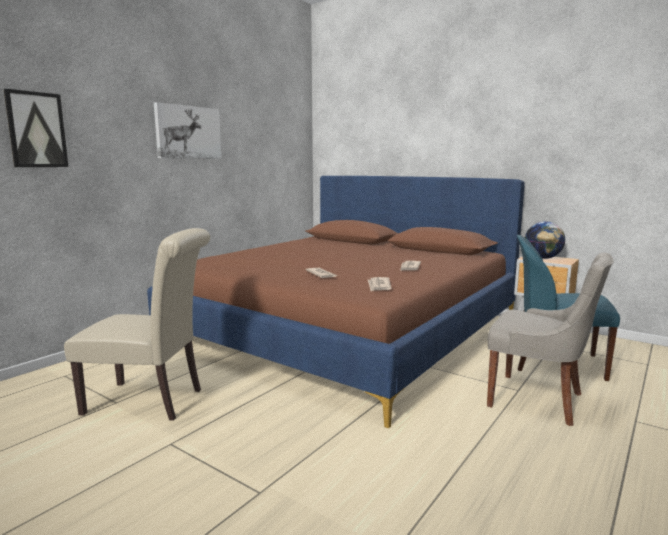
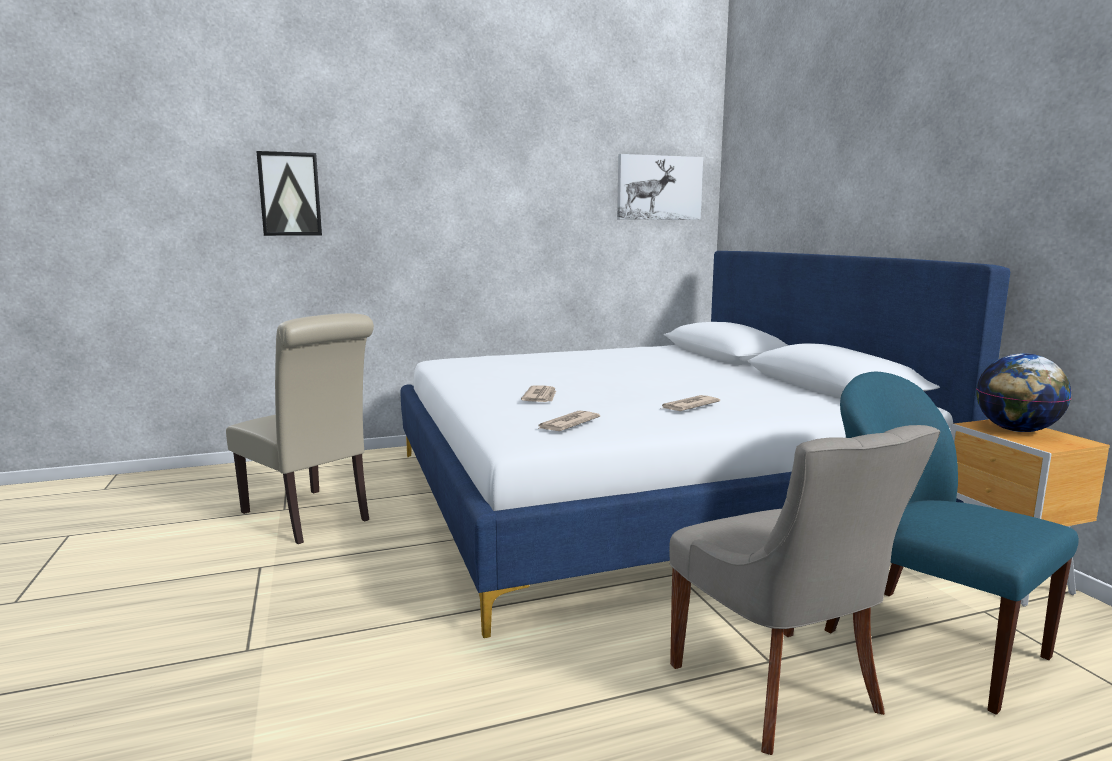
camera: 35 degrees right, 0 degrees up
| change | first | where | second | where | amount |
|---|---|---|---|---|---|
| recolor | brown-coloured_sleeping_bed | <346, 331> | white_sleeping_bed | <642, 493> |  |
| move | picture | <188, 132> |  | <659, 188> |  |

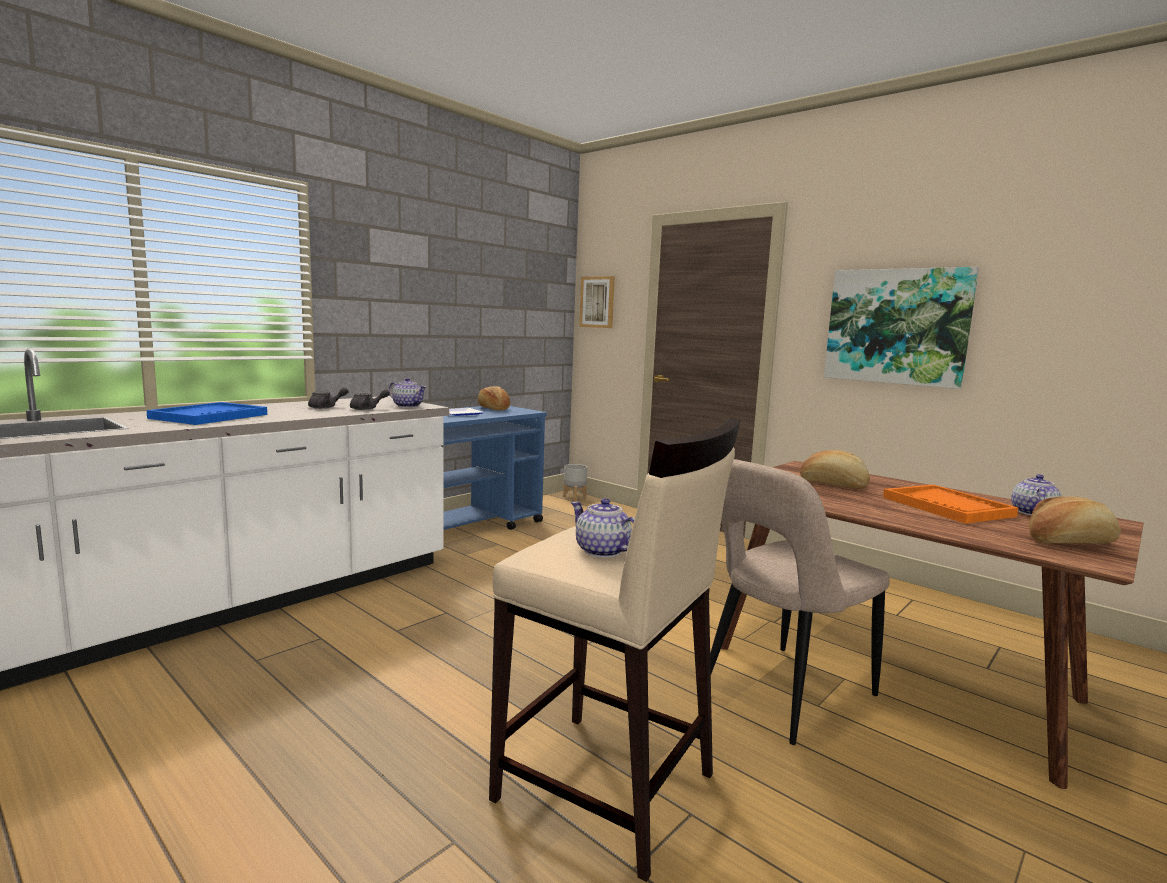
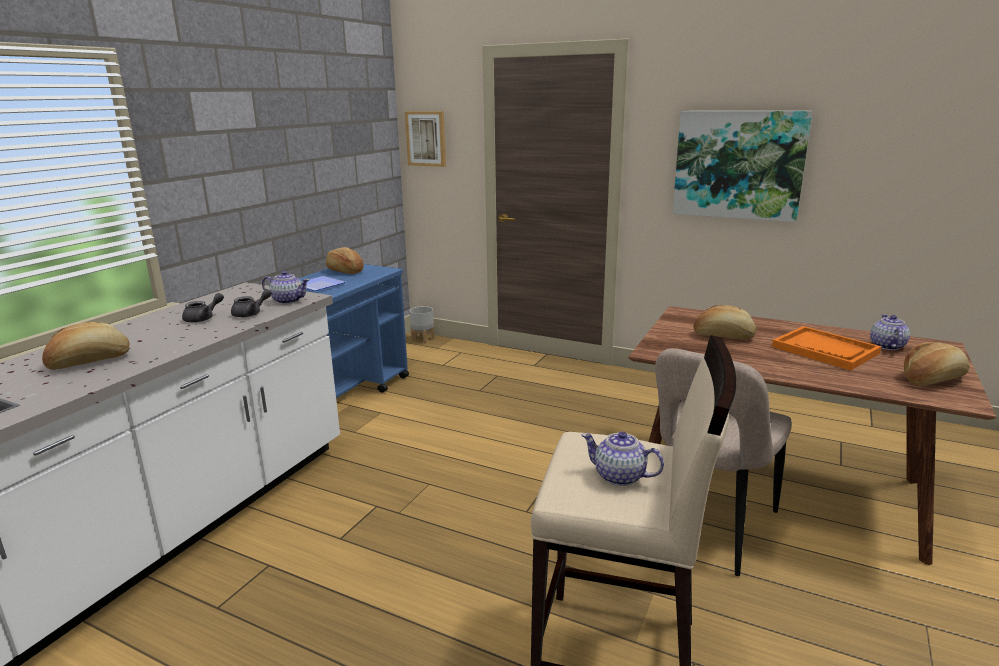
camera: 15 degrees left, 10 degrees up
| change | first | where | second | where | amount |
|---|---|---|---|---|---|
| replace | blue_tray | <209, 416> | bakery_bread | <90, 361> |  |

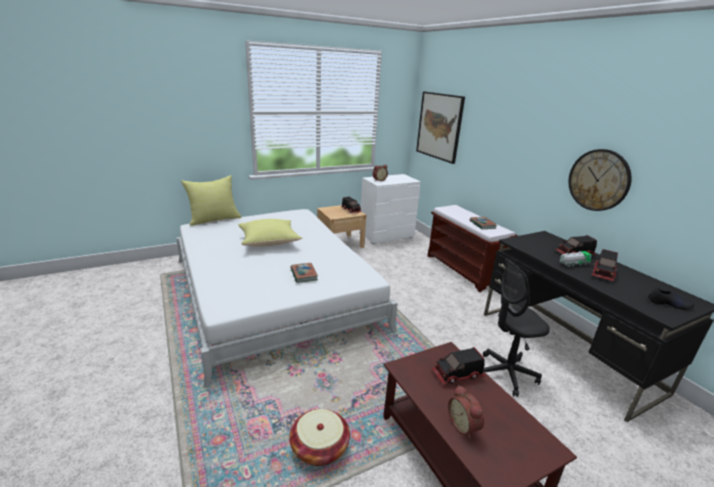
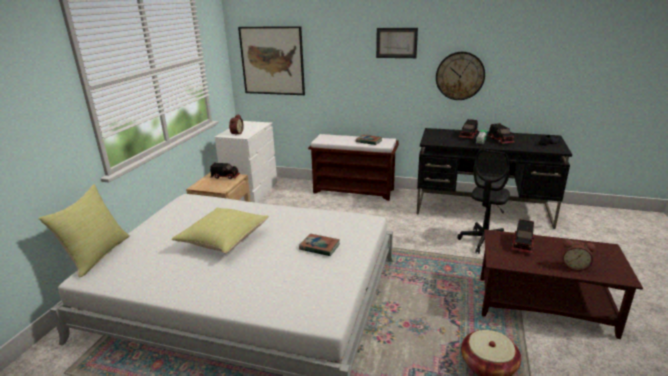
camera: 45 degrees left, 0 degrees up
| change | first | where | second | where | amount |
|---|---|---|---|---|---|
| insert |  |  | picture | <396, 43> |  |

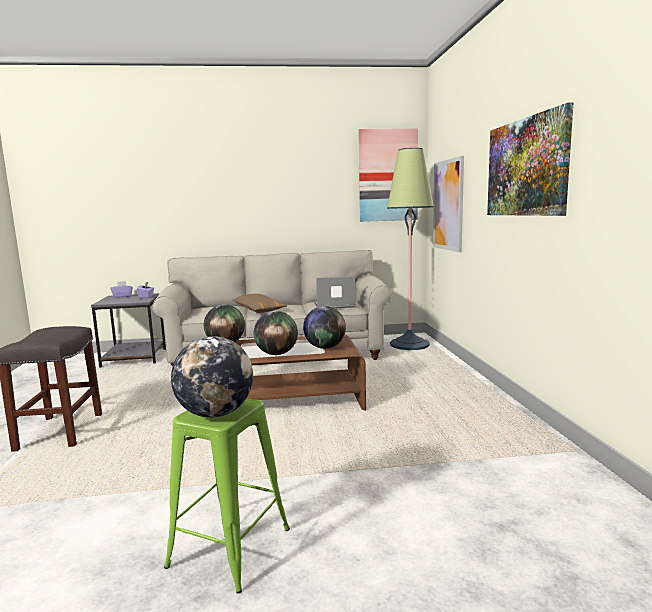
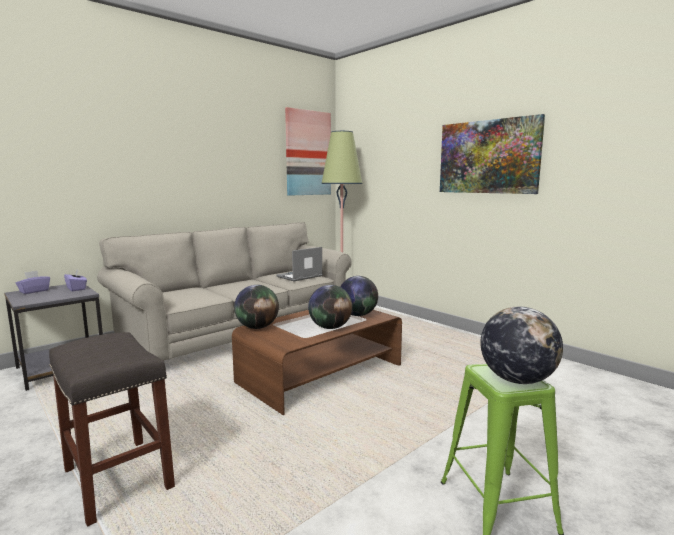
camera: 35 degrees left, 0 degrees up
| change | first | where | second | where | amount |
|---|---|---|---|---|---|
| delete | brown-coloured_cushion | <258, 310> |  |  |  |
| delete | picture | <448, 205> |  |  |  |

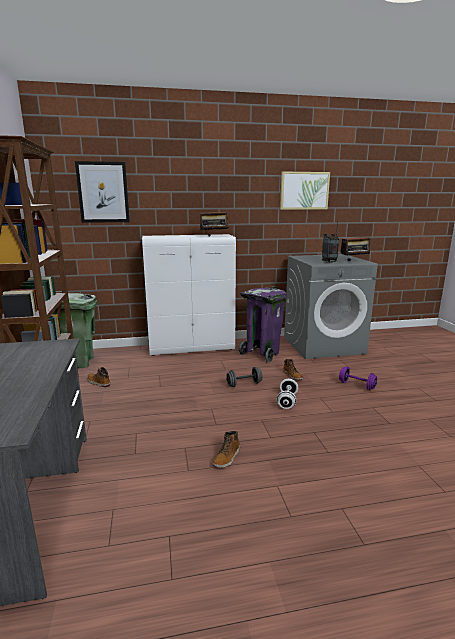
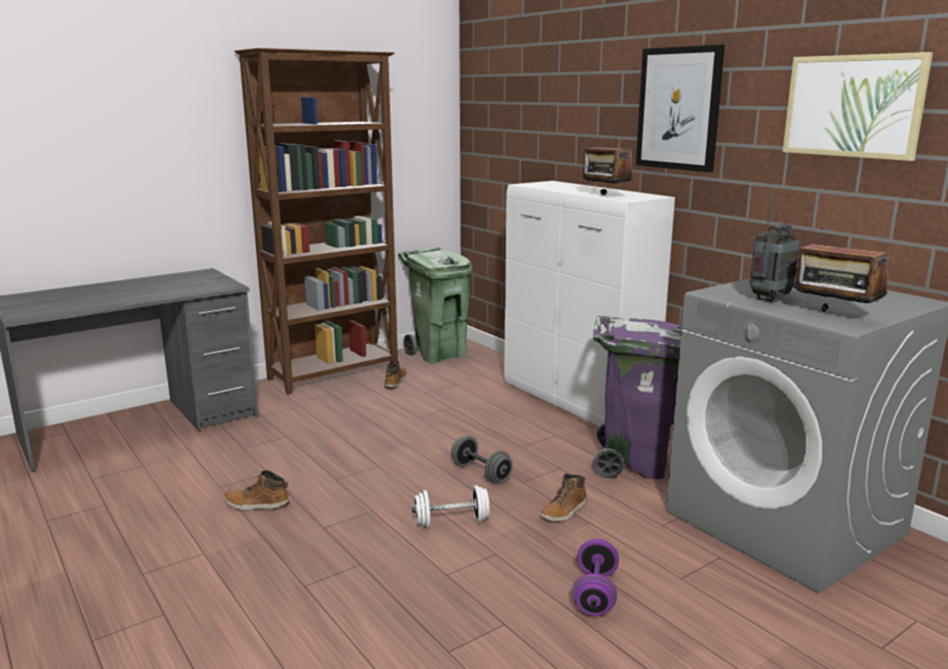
camera: 65 degrees right, 0 degrees up
| change | first | where | second | where | amount |
|---|---|---|---|---|---|
| move | picture | <103, 192> |  | <679, 109> |  |

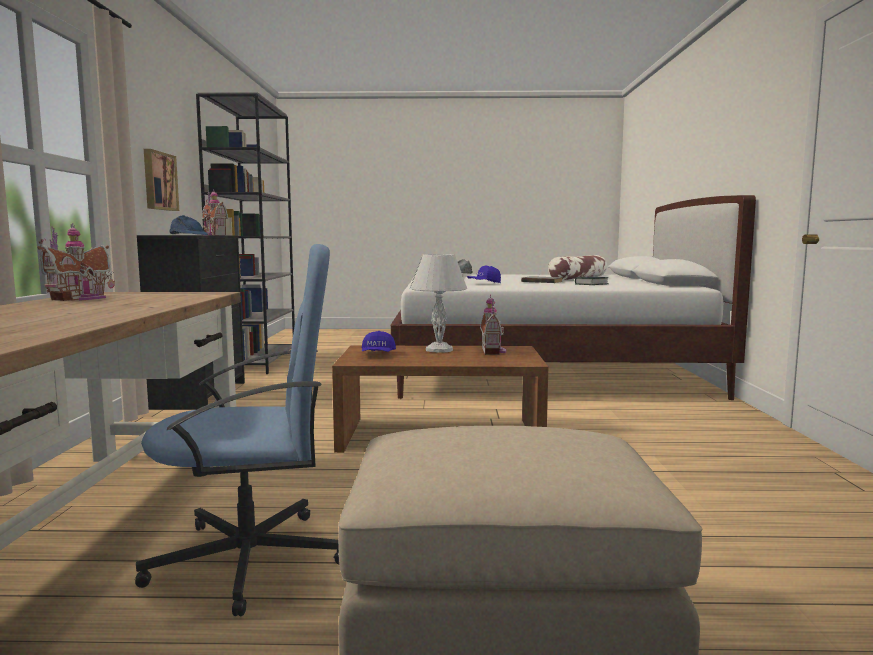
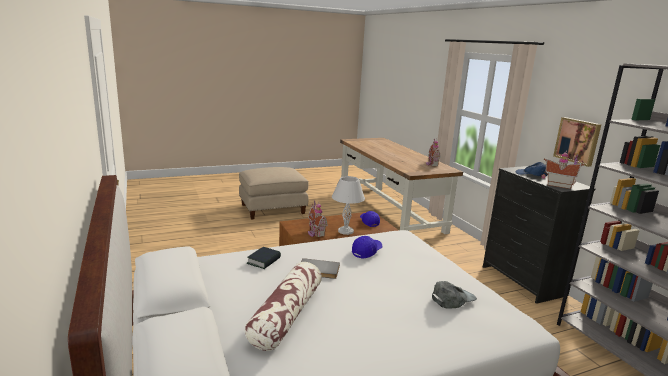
camera: 155 degrees right, 10 degrees up
| change | first | where | second | where | amount |
|---|---|---|---|---|---|
| delete | blue_desk_chair | <252, 559> |  |  |  |

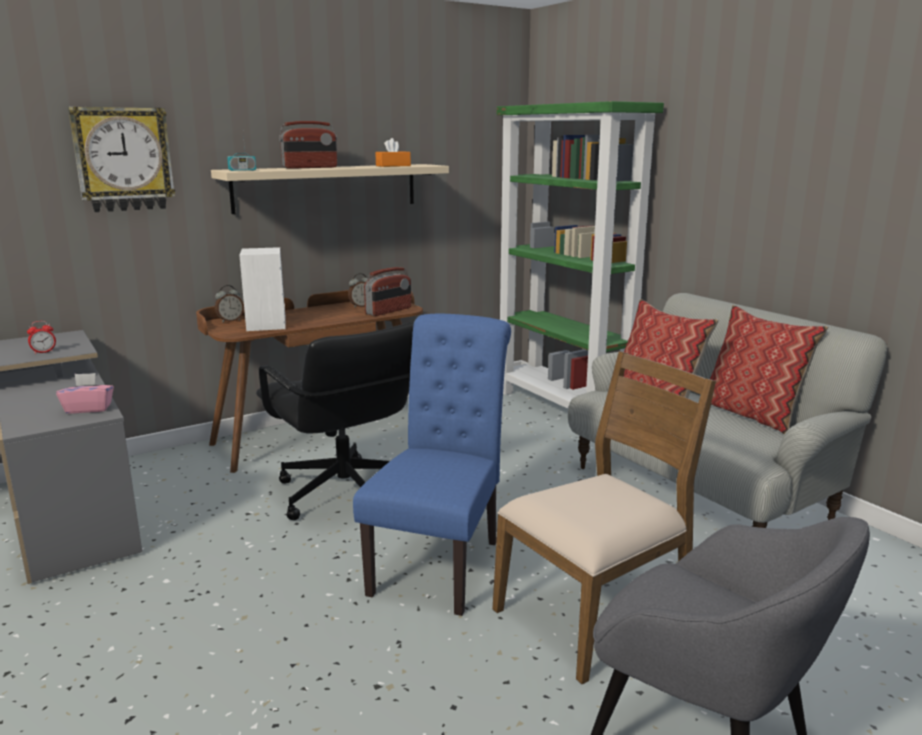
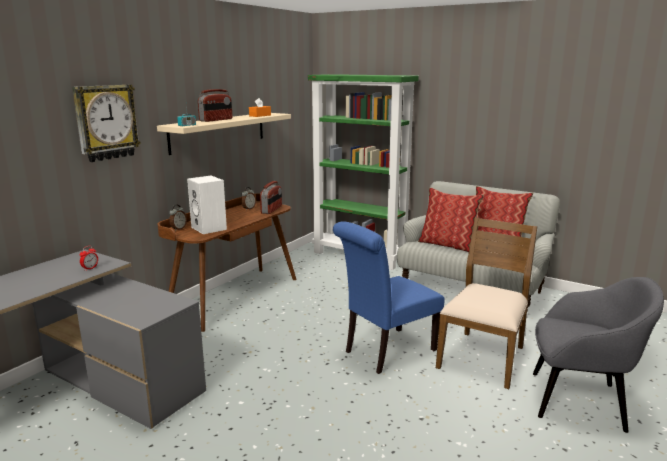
camera: 25 degrees left, 0 degrees up
| change | first | where | second | where | amount |
|---|---|---|---|---|---|
| rotate | blue_plain_chair | <440, 562> |  | <385, 352> | 120 degrees counterclockwise |
| delete | pink_tissue_box | <89, 409> |  |  |  |
| delete | black-coloured_desk_chair | <345, 494> |  |  |  |

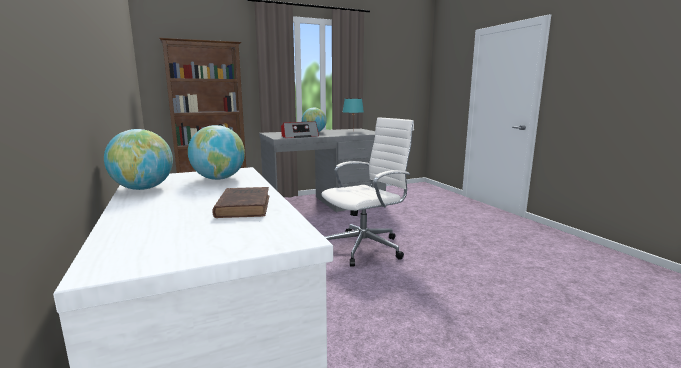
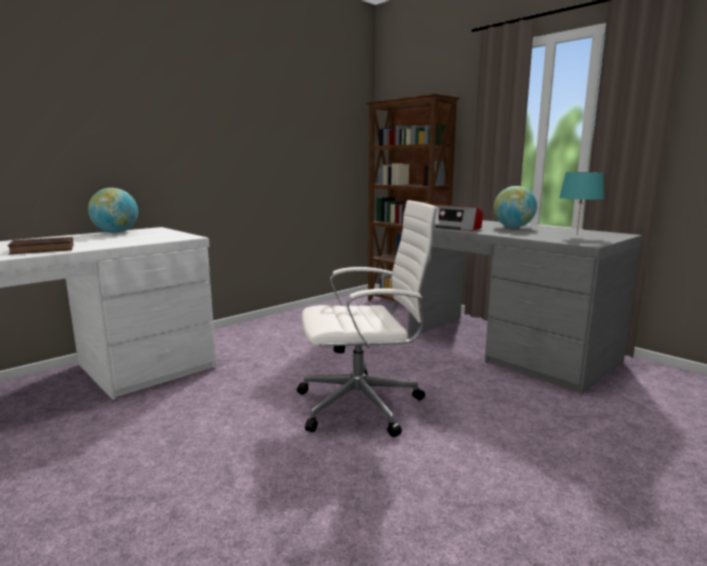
camera: 70 degrees right, 0 degrees up
| change | first | where | second | where | amount |
|---|---|---|---|---|---|
| rotate | white_desk_chair | <366, 247> |  | <363, 405> | 45 degrees counterclockwise |
| delete | world_globe | <218, 179> |  |  |  |

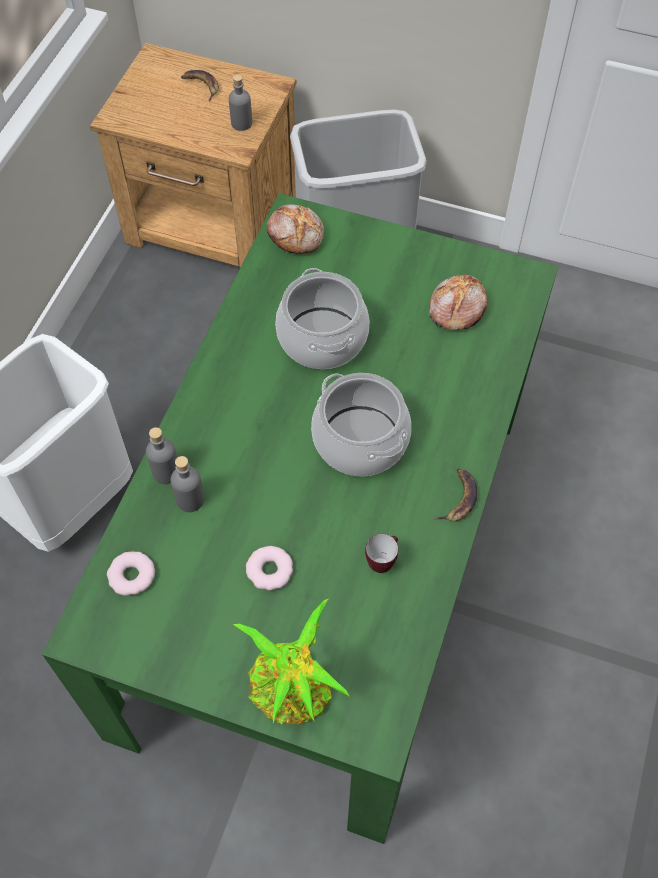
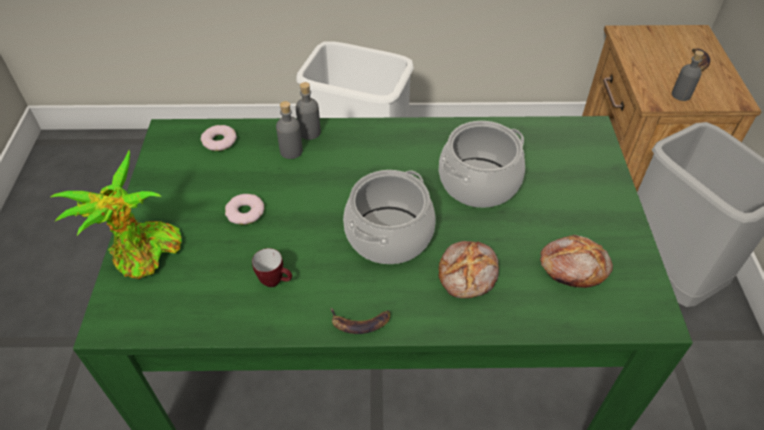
camera: 70 degrees right, 10 degrees down
| change | first | where | second | where | amount |
|---|---|---|---|---|---|
| move | bakery_bread | <296, 234> |  | <469, 274> |  |

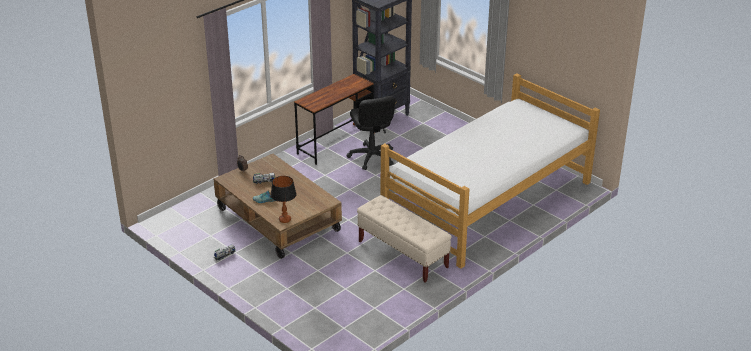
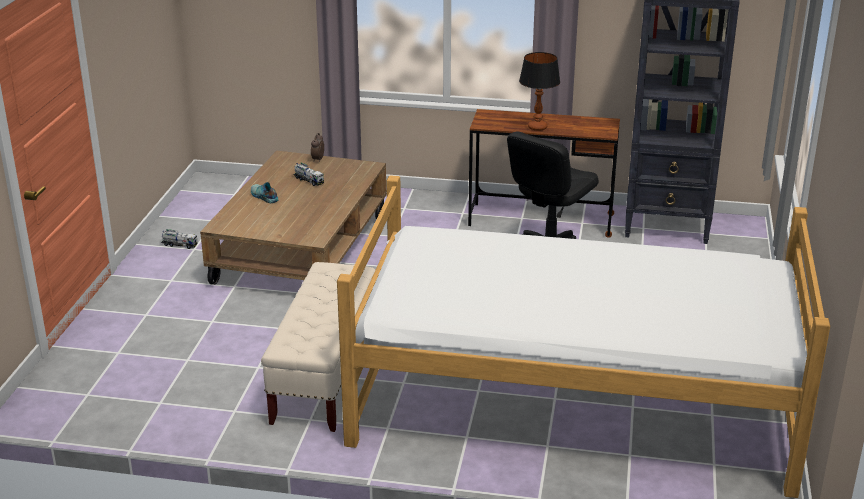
camera: 55 degrees right, 5 degrees down
| change | first | where | second | where | amount |
|---|---|---|---|---|---|
| move | table_lamp | <285, 220> |  | <537, 127> |  |

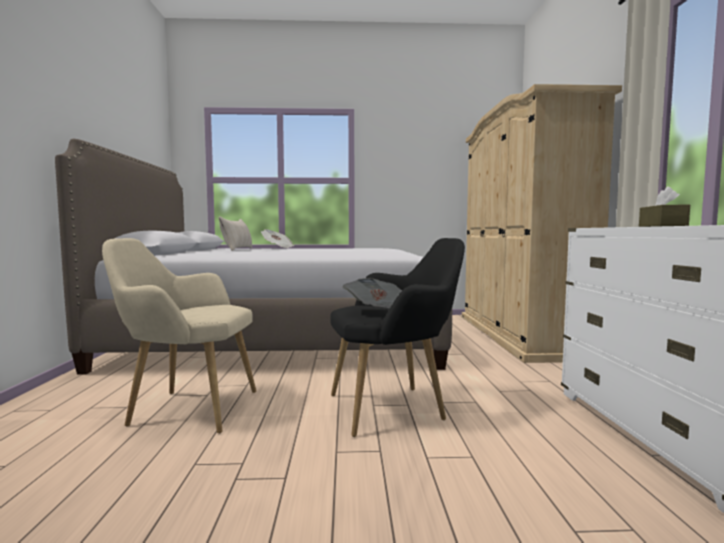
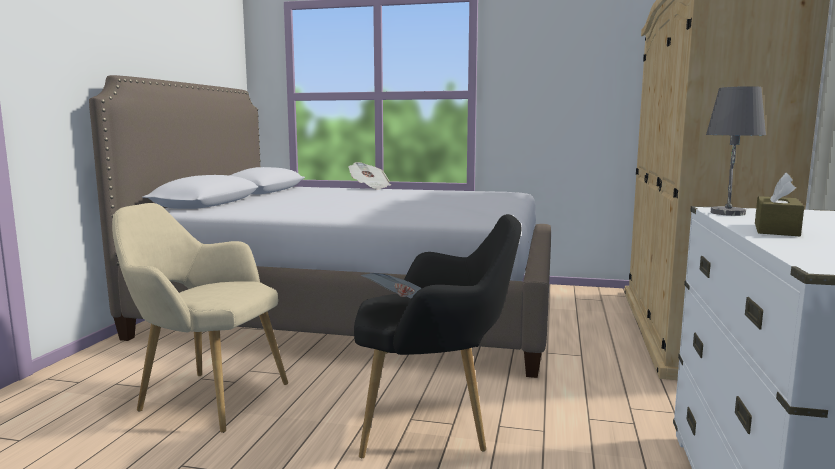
camera: 15 degrees right, 5 degrees up
| change | first | where | second | where | amount |
|---|---|---|---|---|---|
| insert |  |  | grey_table_lamp | <727, 213> |  |
| delete | beige_cushion | <237, 249> |  |  |  |

